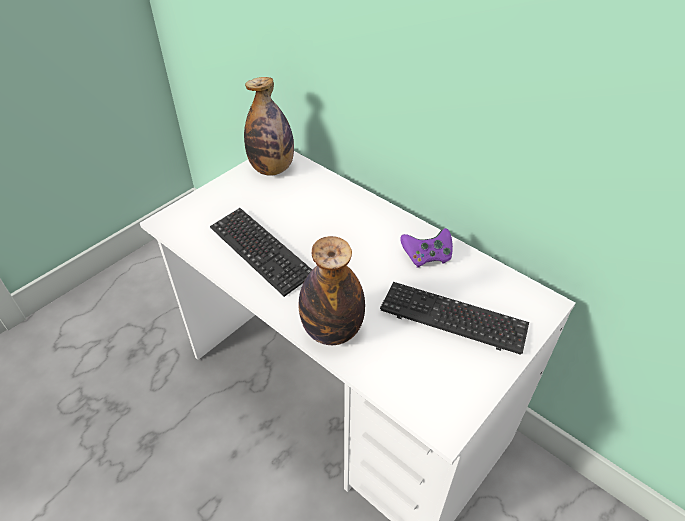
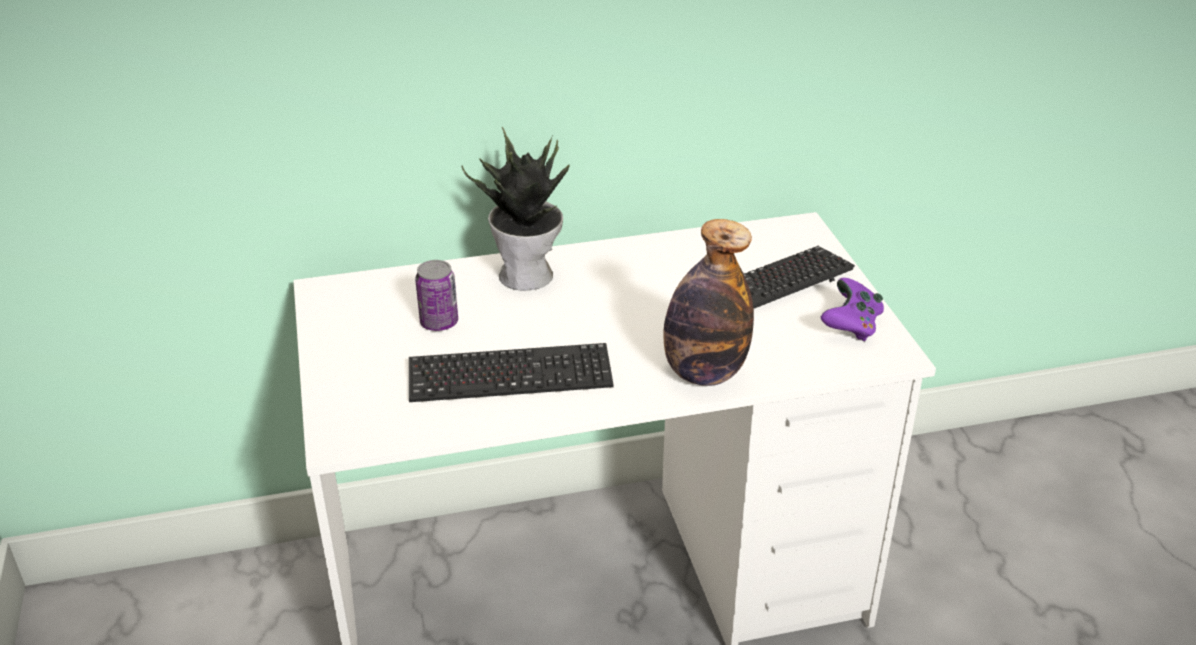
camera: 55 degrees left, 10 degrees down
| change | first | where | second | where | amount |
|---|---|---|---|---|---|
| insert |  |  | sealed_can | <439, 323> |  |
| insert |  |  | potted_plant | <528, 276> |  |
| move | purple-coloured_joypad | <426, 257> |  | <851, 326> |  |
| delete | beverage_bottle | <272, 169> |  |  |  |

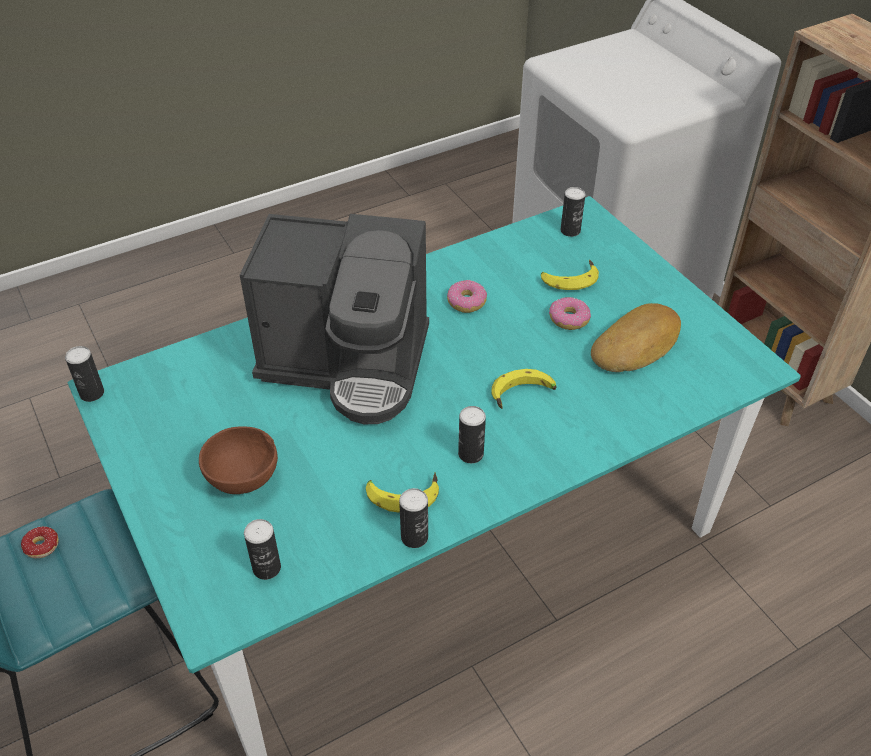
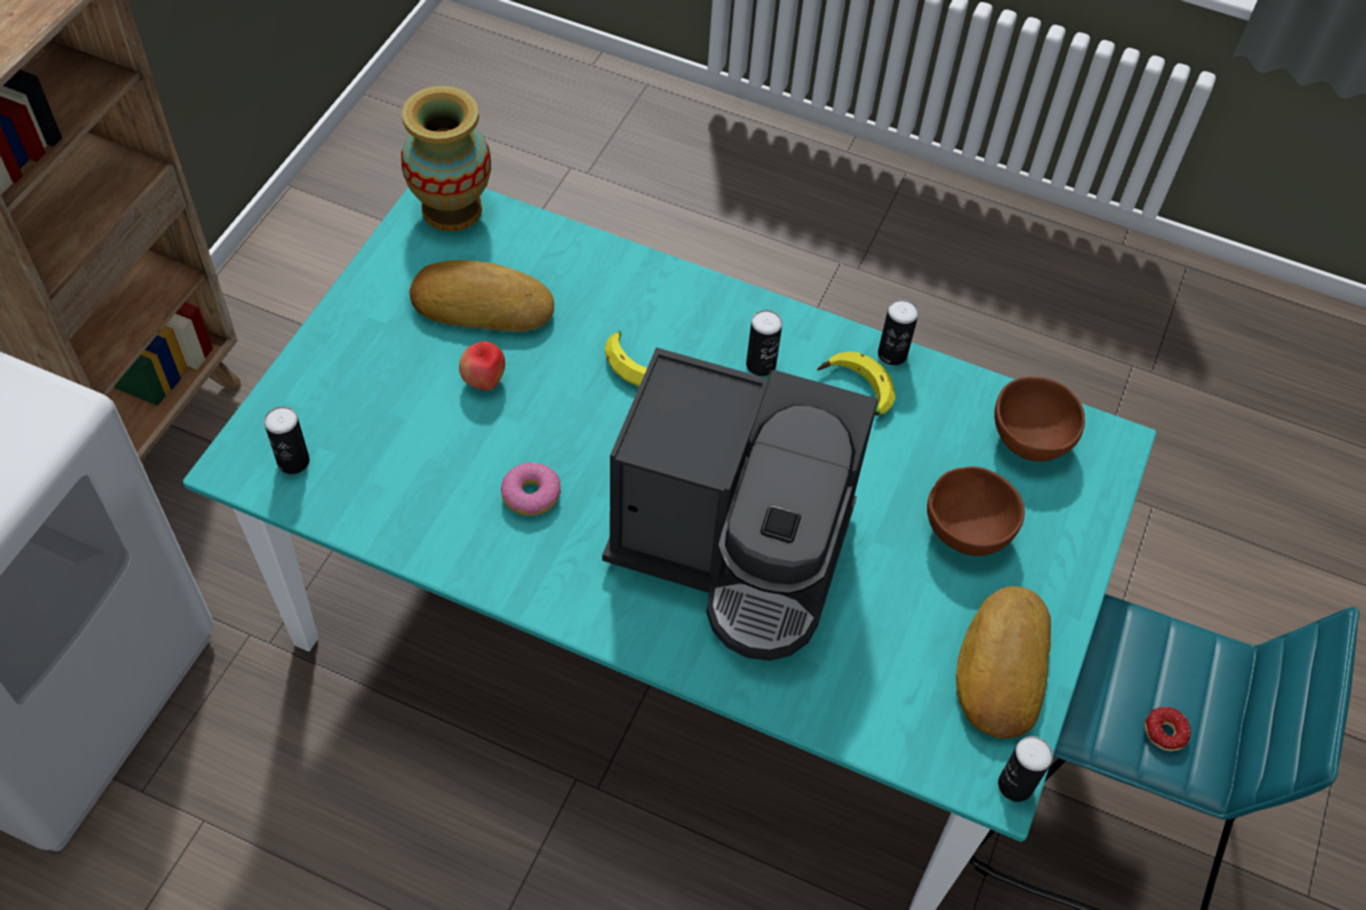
camera: 130 degrees left, 10 degrees up
| change | first | where | second | where | amount |
|---|---|---|---|---|---|
| insert |  |  | decorative_vase | <451, 209> |  |
| replace | doughnut | <568, 319> | apple | <484, 381> |  |
| rotate | coffee_machine | <348, 363> |  | <734, 549> | 135 degrees clockwise |
| insert |  |  | bakery_bread | <1000, 667> |  |
| replace | sealed_can | <266, 568> | brown-coloured_deep_dish | <1028, 440> |  |
| delete | banana_fruit | <569, 279> |  |  |  |

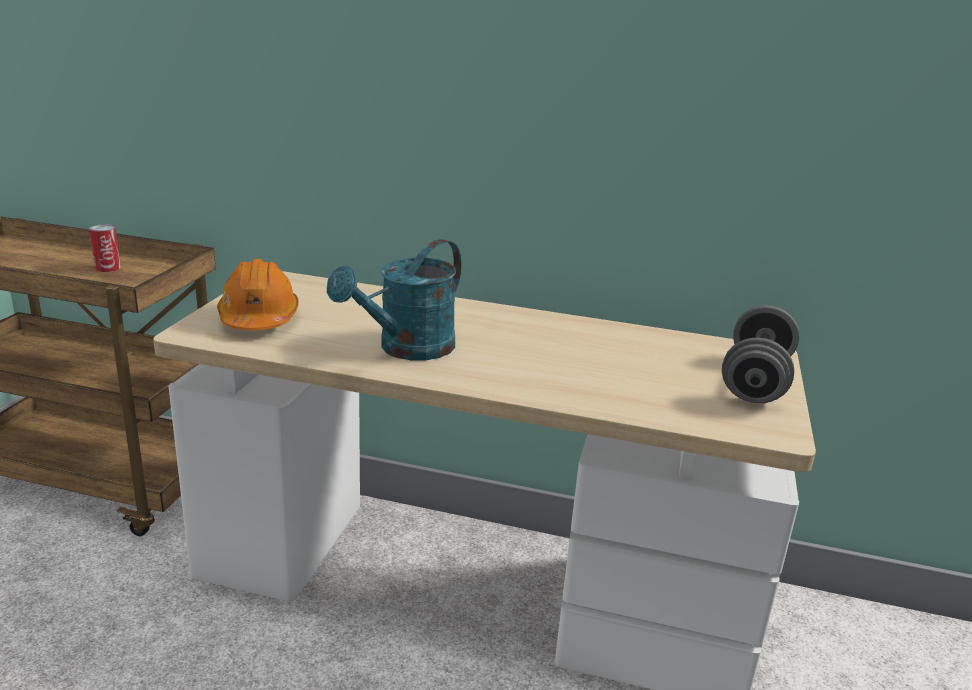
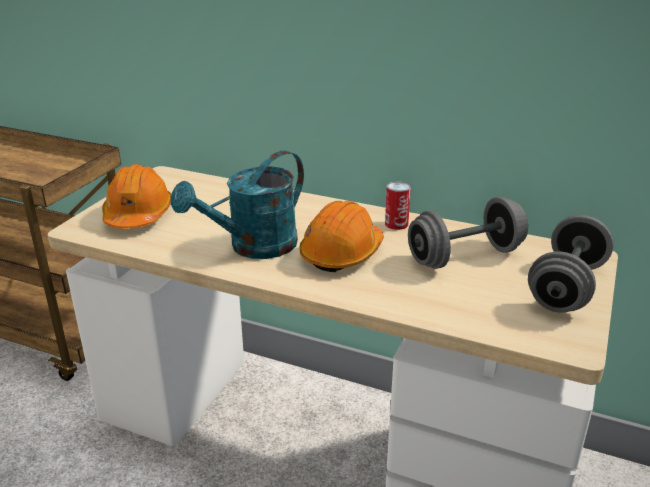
camera: 10 degrees right, 5 degrees up
| change | first | where | second | where | amount |
|---|---|---|---|---|---|
| insert |  |  | orange-coloured_hard_hat | <342, 253> |  |
| move | sealed_can | <107, 268> |  | <396, 224> |  |
| insert |  |  | grey_dumbbell | <465, 256> |  |

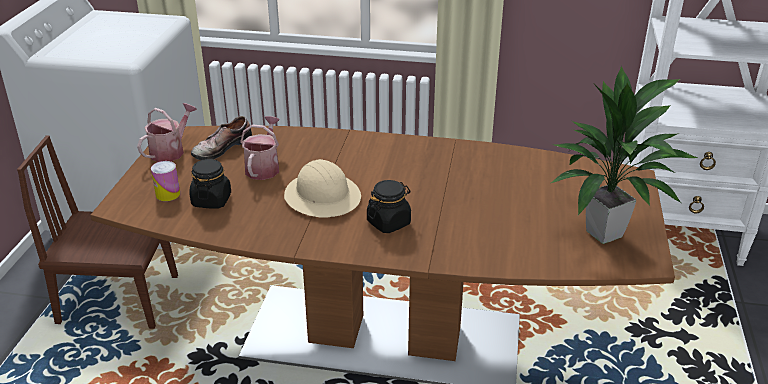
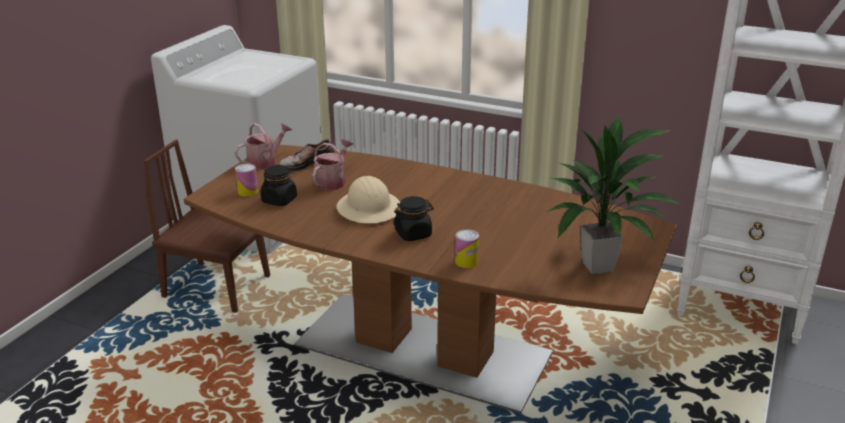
camera: 15 degrees right, 5 degrees down
| change | first | where | second | where | amount |
|---|---|---|---|---|---|
| insert |  |  | sealed_can | <466, 262> |  |

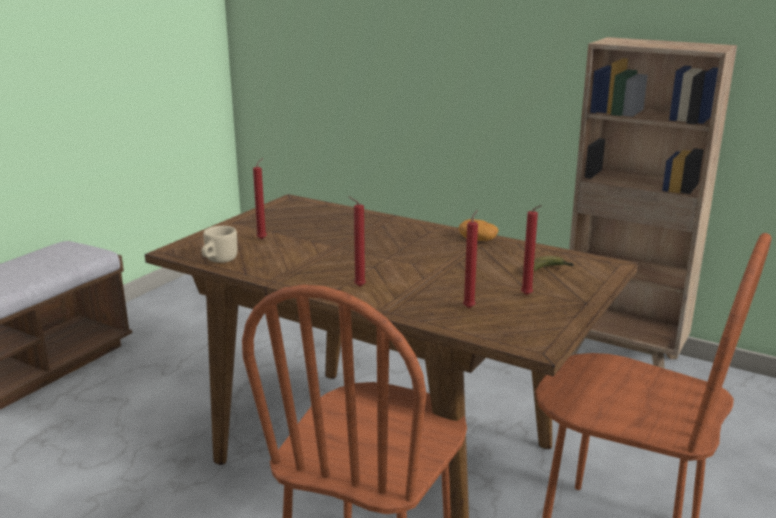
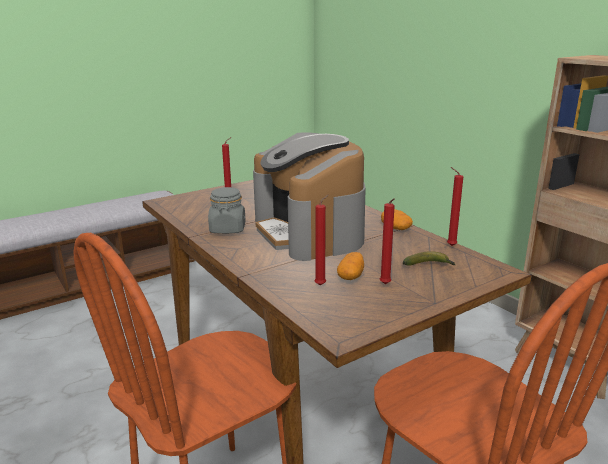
camera: 25 degrees right, 0 degrees up
| change | first | where | second | where | amount |
|---|---|---|---|---|---|
| insert |  |  | grey_preserve_jar | <228, 229> |  |
| insert |  |  | coffee_machine | <309, 232> |  |
| insert |  |  | whole_potato | <351, 276> |  |
| move | red-coloured_wax_light | <358, 286> |  | <450, 245> |  |
| delete | beige_tea_mug | <218, 261> |  |  |  |

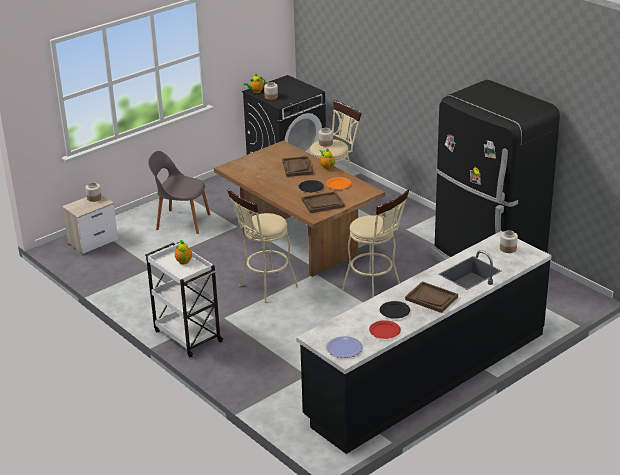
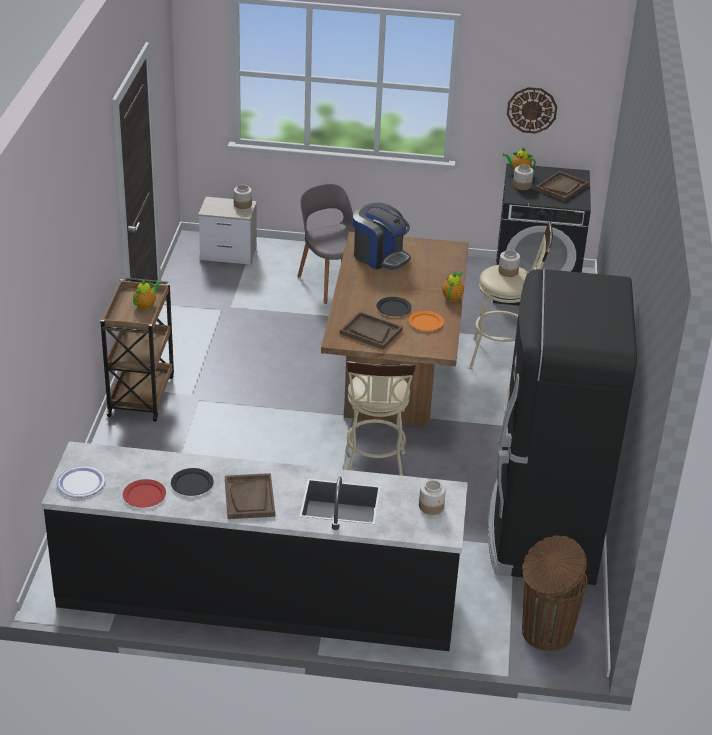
camera: 45 degrees right, 5 degrees up
| change | first | where | second | where | amount |
|---|---|---|---|---|---|
| recolor | white_trolley | <187, 335> | brown-coloured_trolley | <141, 395> |  |
| insert |  |  | coffee_machine | <380, 256> |  |
| insert |  |  | clock_on_the_wall | <531, 110> |  |
| insert |  |  | brown-coloured_rubbish_bin | <545, 633> |  |
| move | brown-coloured_tray | <297, 167> |  | <561, 188> |  |
| delete | beige_stool | <264, 288> |  |  |  |

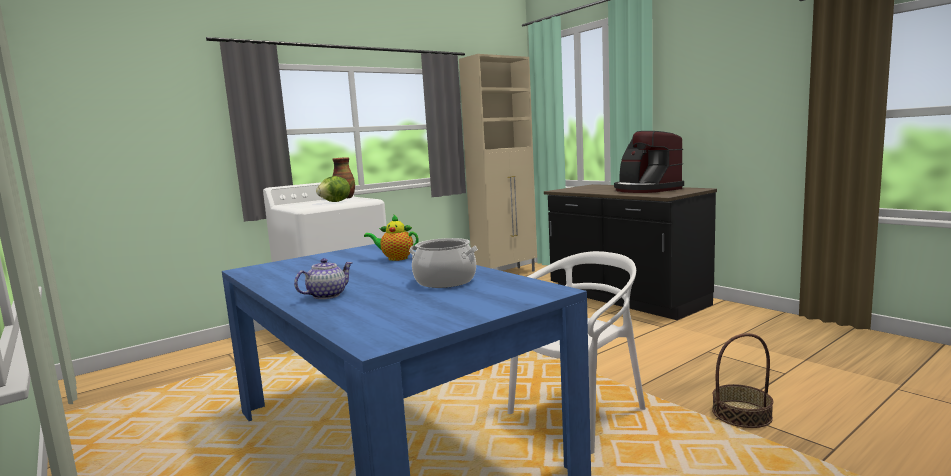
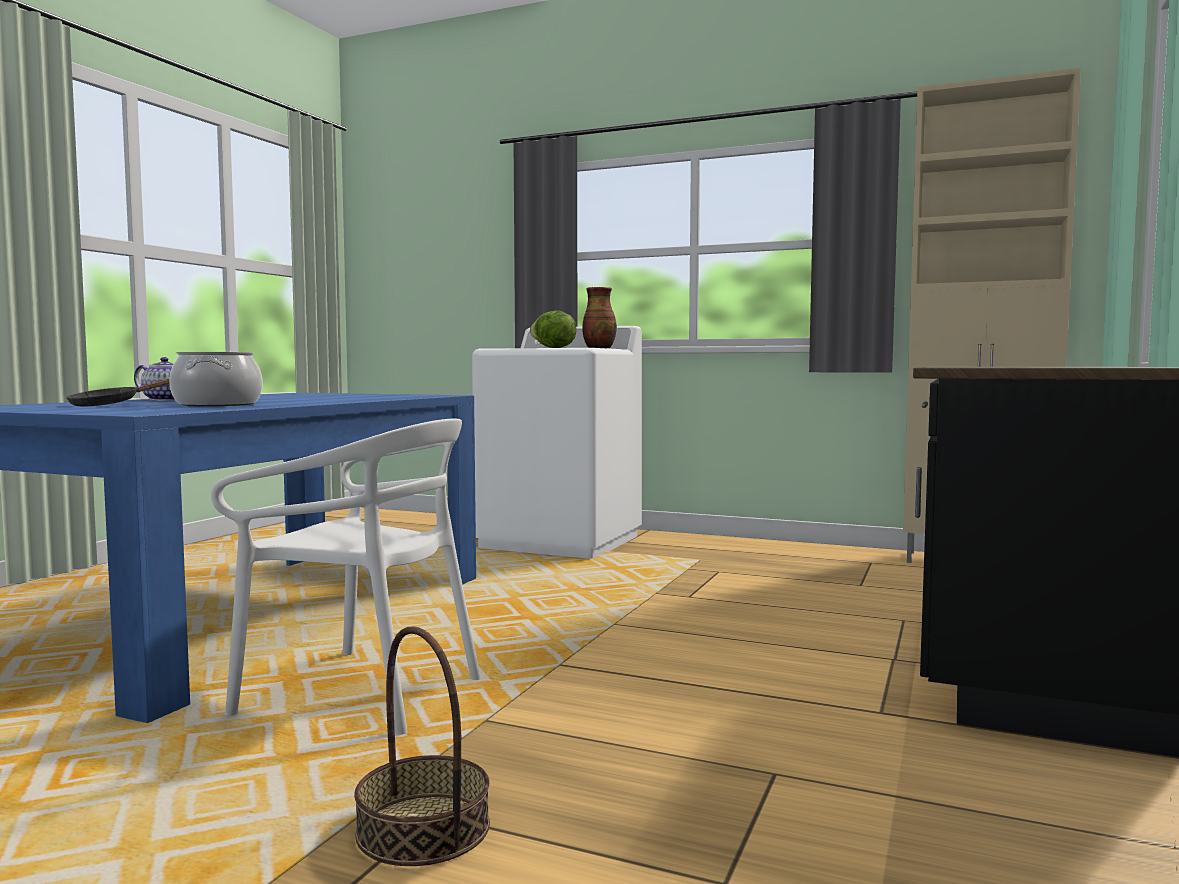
camera: 60 degrees right, 5 degrees down
| change | first | where | second | where | amount |
|---|---|---|---|---|---|
| insert |  |  | black-coloured_skillet | <110, 405> |  |
| delete | pot_for_tea | <395, 258> |  |  |  |
| delete | coffee_machine | <646, 190> |  |  |  |

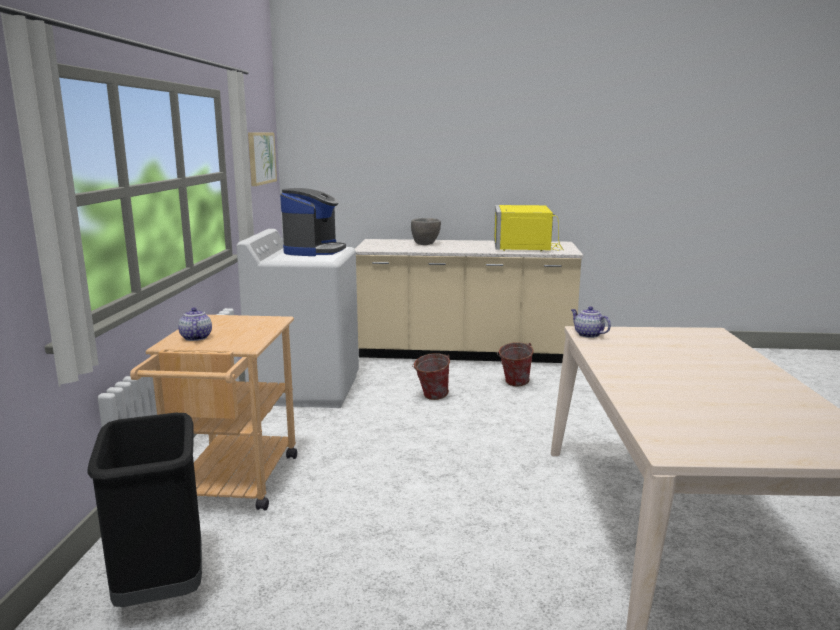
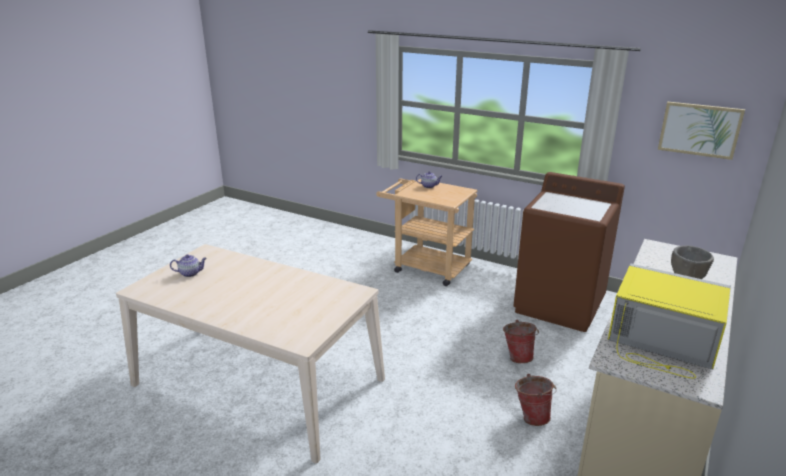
camera: 115 degrees right, 10 degrees up
| change | first | where | second | where | amount |
|---|---|---|---|---|---|
| move | pot_for_tea | <588, 334> |  | <190, 273> |  |
| recolor | white_washing_machine | <306, 389> | brown-coloured_washing_machine | <560, 305> |  |
| delete | black-coloured_rubbish_bin | <160, 586> |  |  |  |
| delete | coffee_machine | <314, 251> |  |  |  |

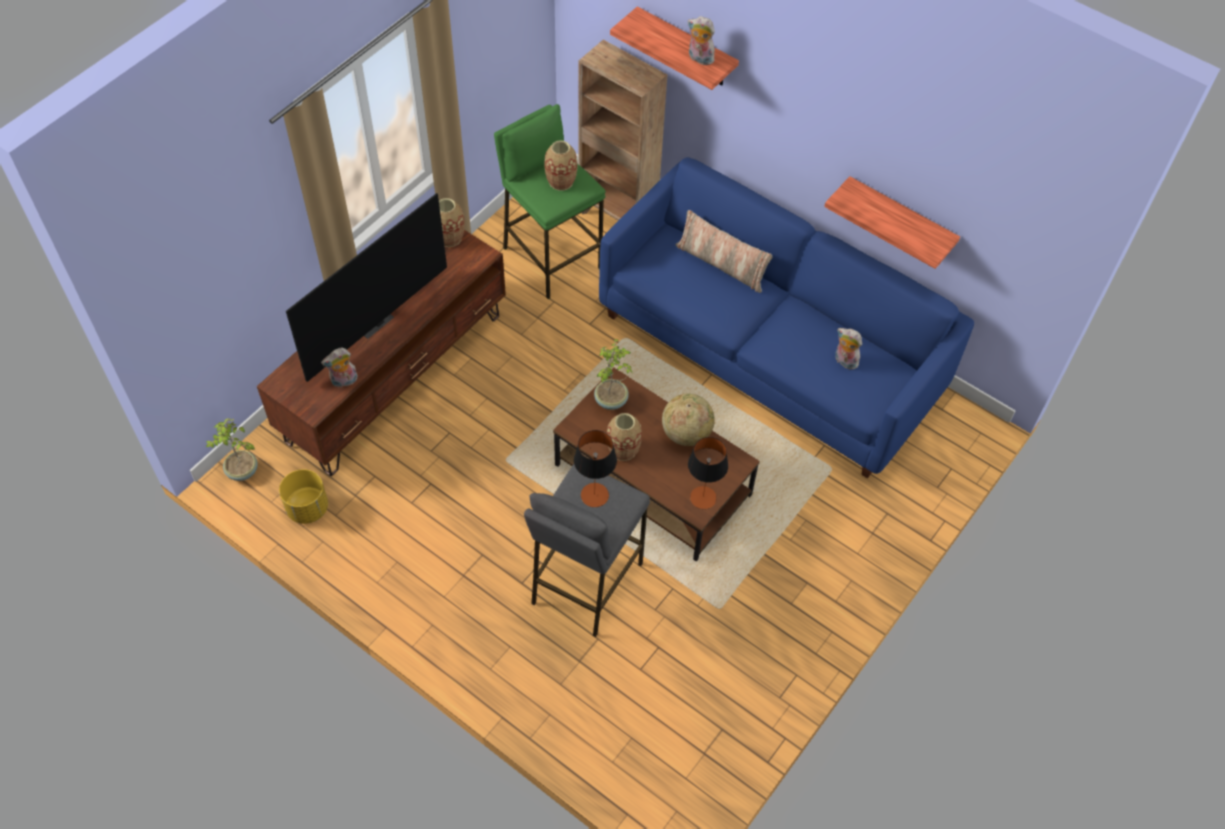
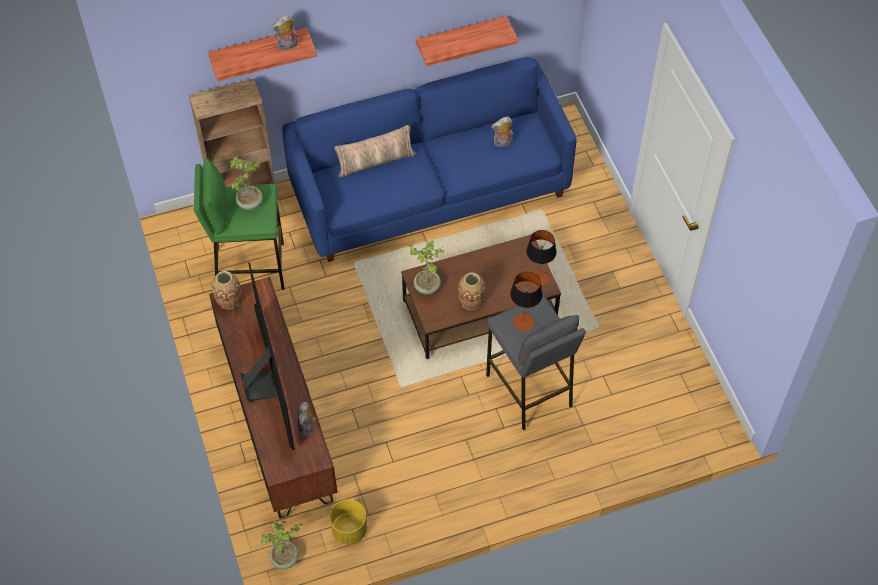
camera: 55 degrees left, 0 degrees up
| change | first | where | second | where | amount |
|---|---|---|---|---|---|
| replace | decorative_vase | <561, 181> | potted_plant | <249, 203> |  |
| delete | world_globe | <686, 433> |  |  |  |

